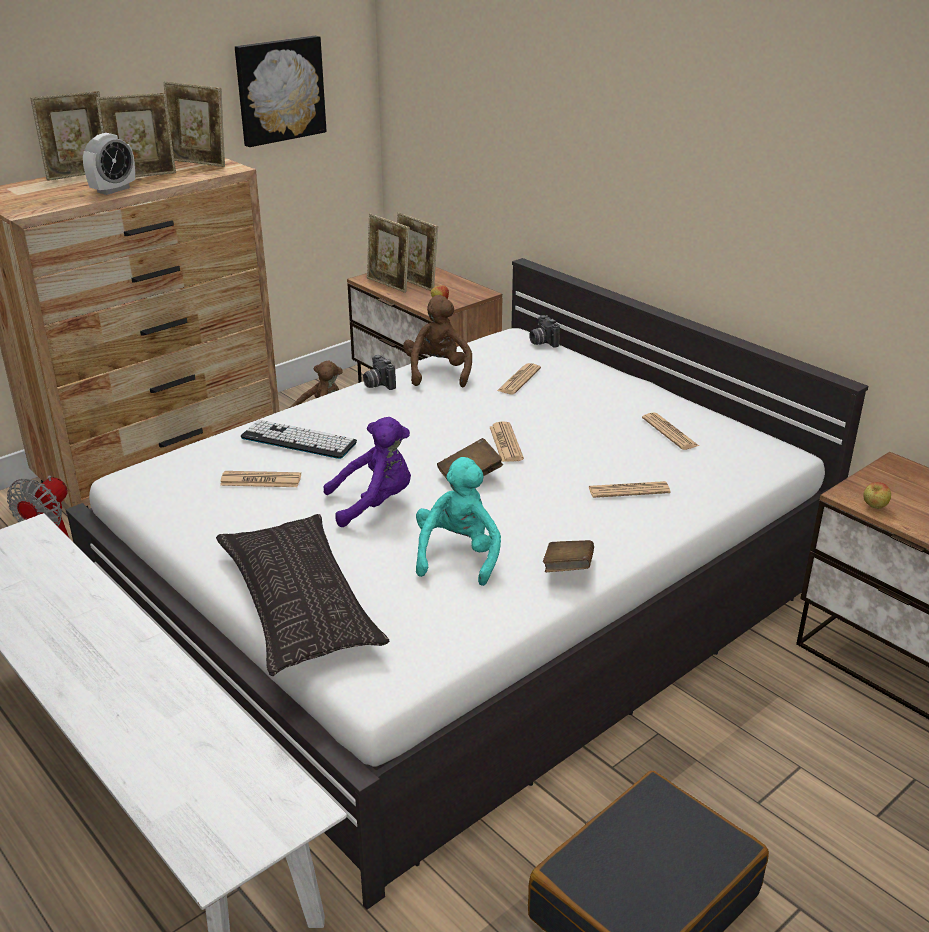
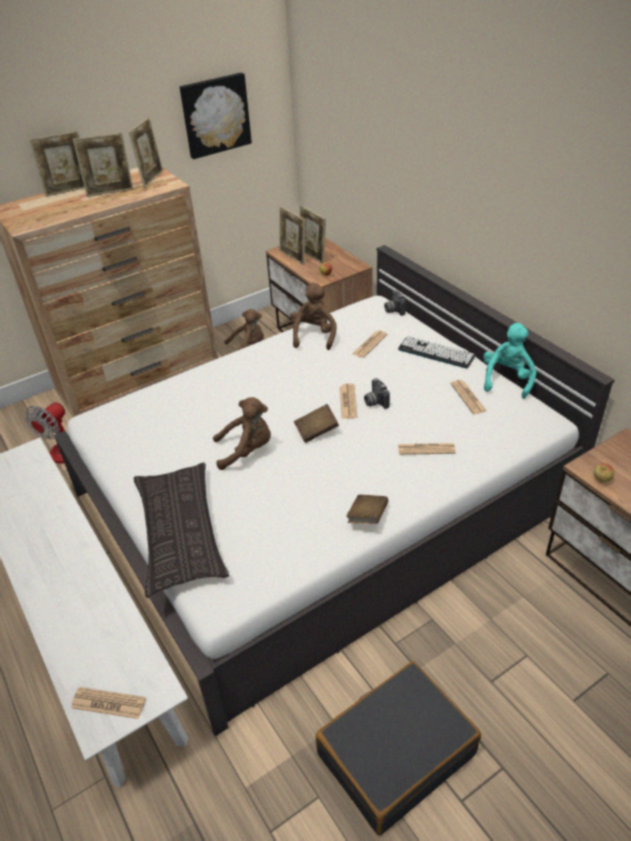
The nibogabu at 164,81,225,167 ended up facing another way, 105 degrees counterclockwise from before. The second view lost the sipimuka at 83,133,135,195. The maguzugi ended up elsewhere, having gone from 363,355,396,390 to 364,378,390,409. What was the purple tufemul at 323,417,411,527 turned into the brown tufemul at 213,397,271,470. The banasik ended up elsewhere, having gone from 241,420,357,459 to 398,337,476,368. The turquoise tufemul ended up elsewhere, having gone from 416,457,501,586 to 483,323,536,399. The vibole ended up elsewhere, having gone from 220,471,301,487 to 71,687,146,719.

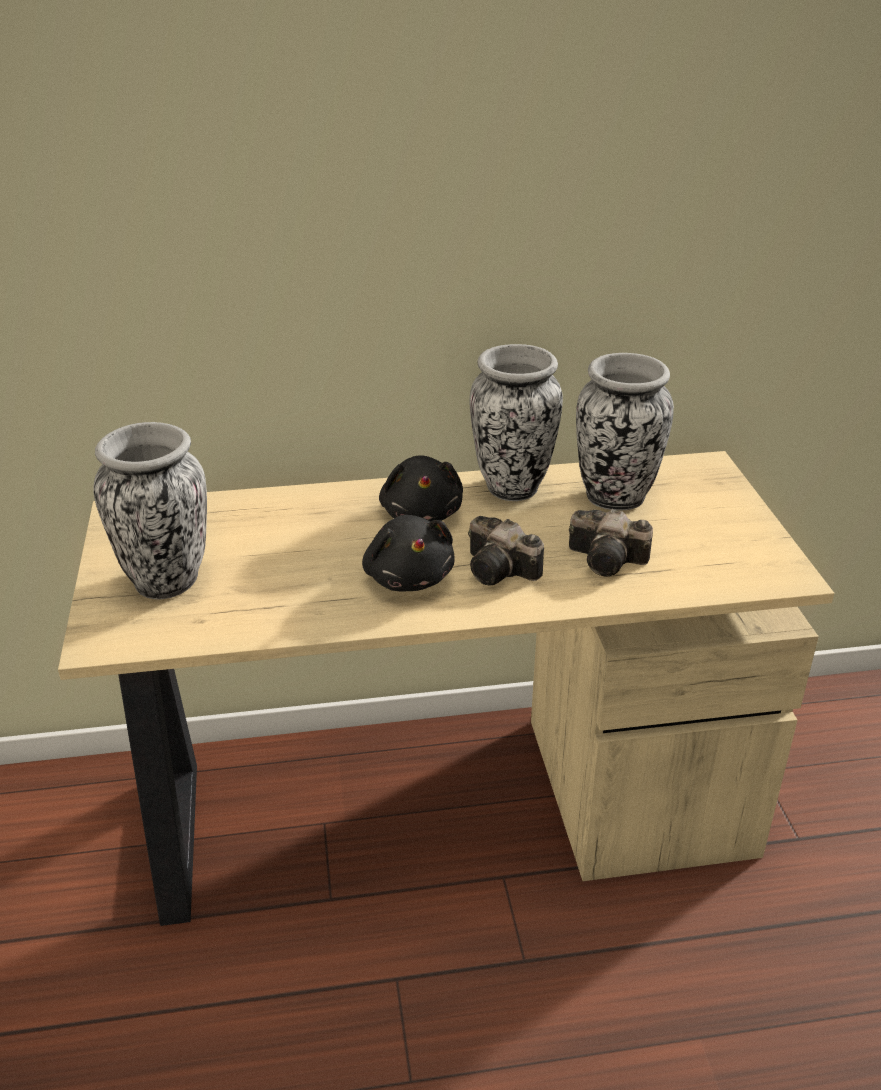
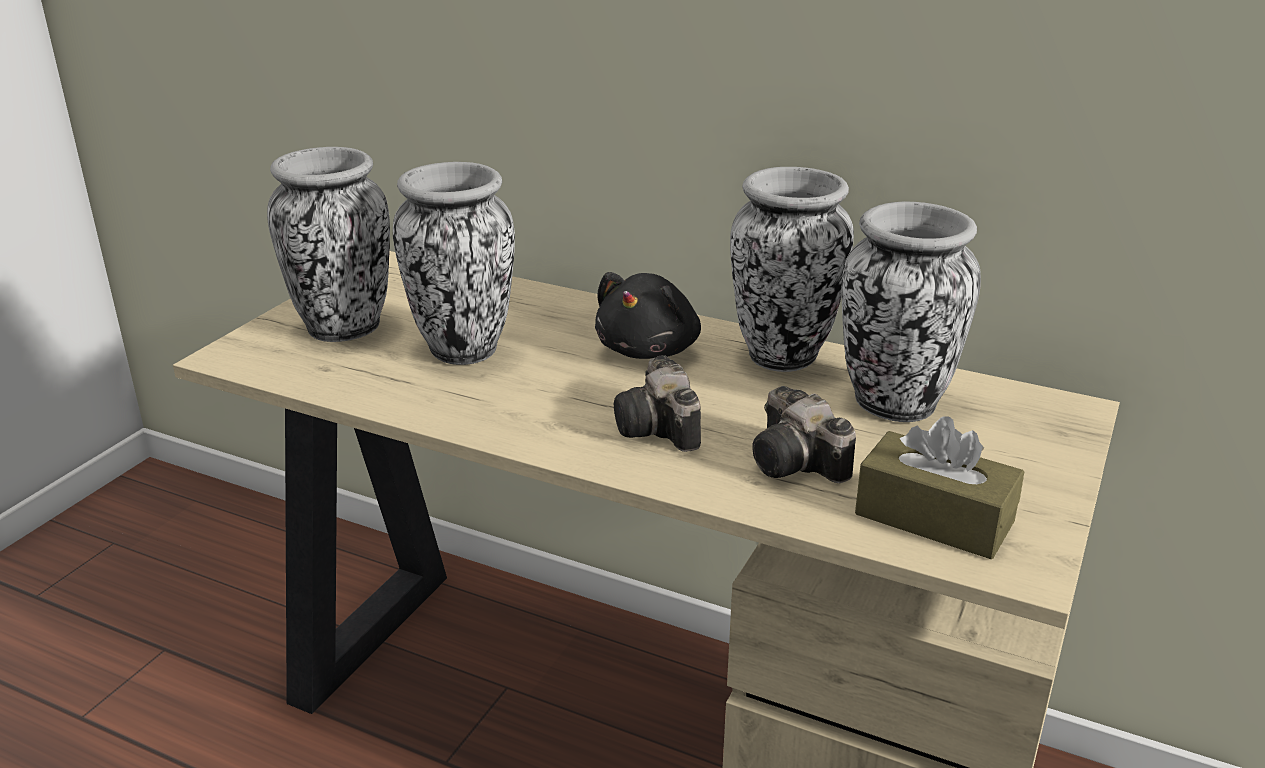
The second view lost the black tufemul at 362,515,455,591. The second view gained the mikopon at 393,162,515,365. The second view gained the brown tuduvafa at 855,416,1024,559.

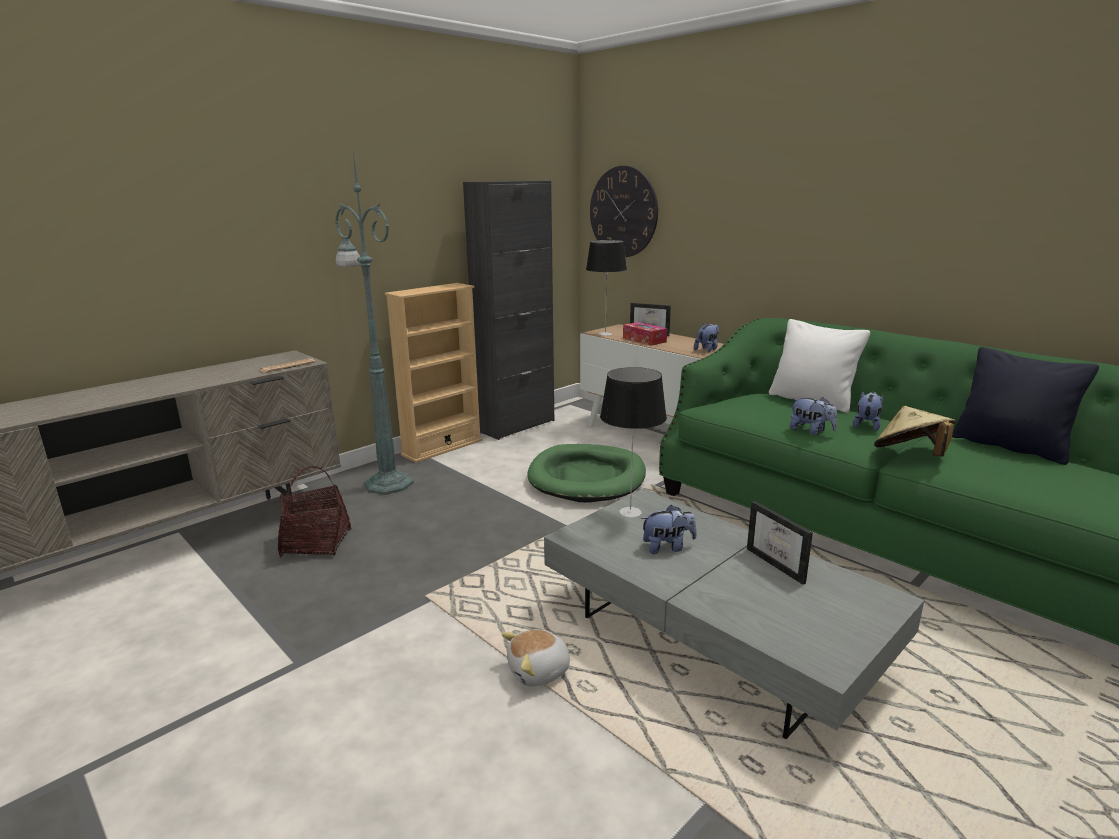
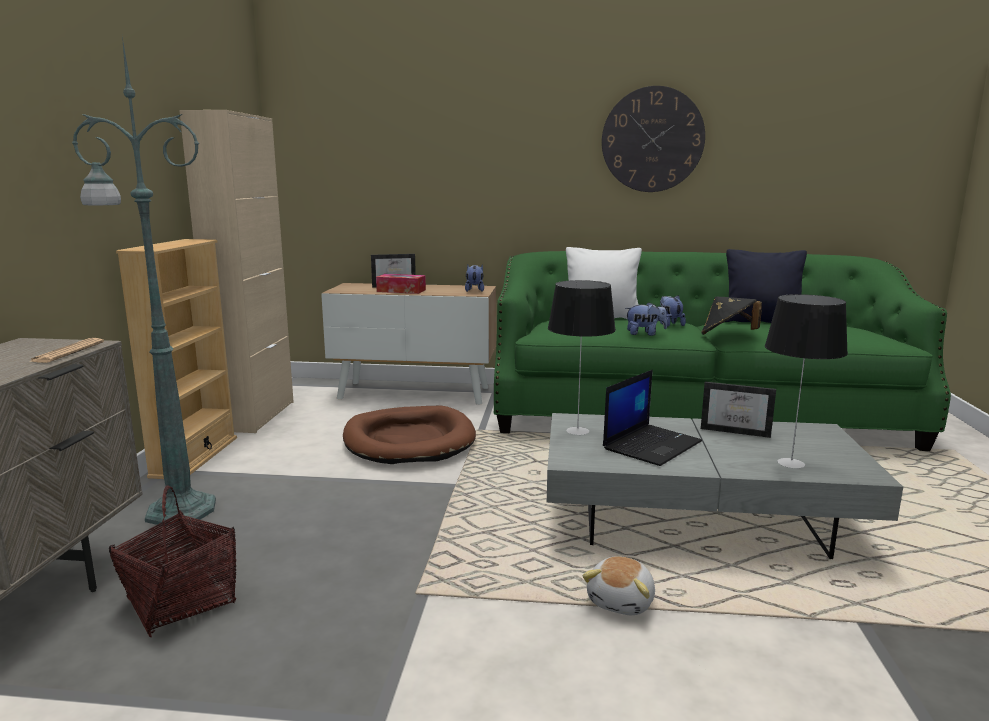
The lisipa ended up elsewhere, having gone from 590,166,658,257 to 602,86,705,192. What was the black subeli at 463,181,554,440 turned into the beige subeli at 179,110,294,433. The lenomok ended up elsewhere, having gone from 586,240,627,336 to 765,294,848,468. What was the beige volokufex at 874,406,956,456 turned into the black volokufex at 701,297,762,335. What was the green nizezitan at 527,444,646,503 turned into the brown nizezitan at 343,406,476,464. Where the tufemul stood at 641,505,697,554, the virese came to stand at 603,370,702,466.

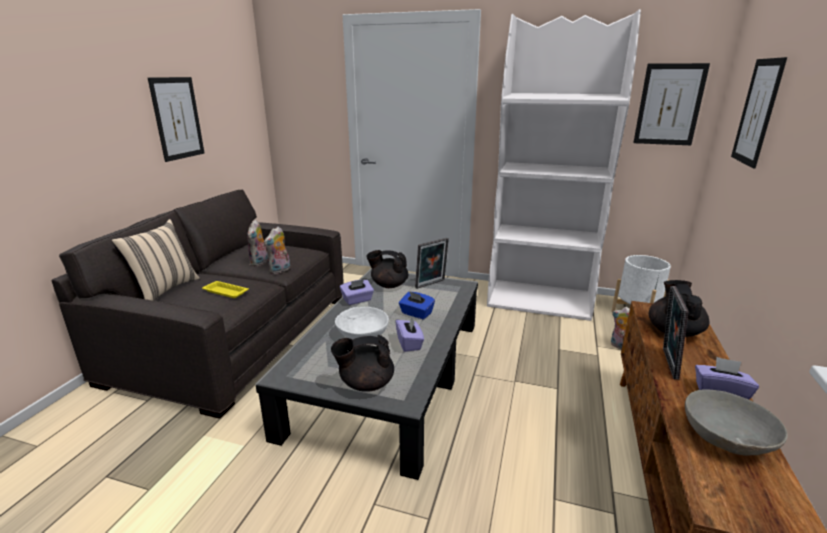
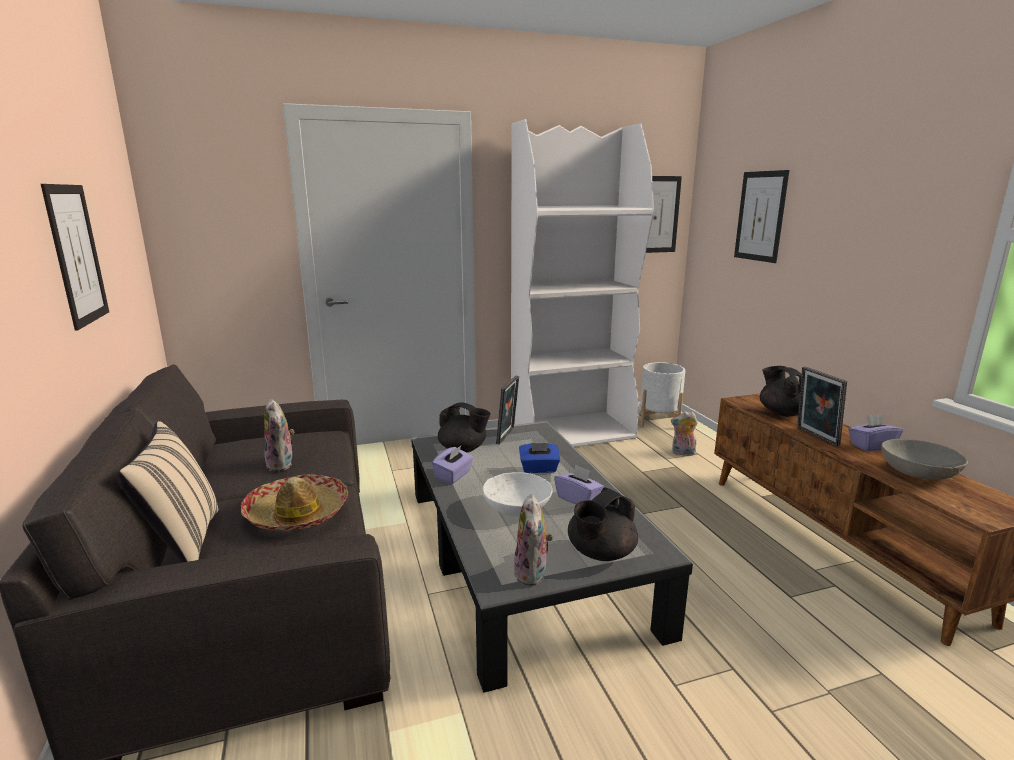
The tufemul ended up elsewhere, having gone from 264,227,290,274 to 513,494,553,586. The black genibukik at 366,250,408,288 ended up facing another way, 135 degrees counterclockwise from before. Where the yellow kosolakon stood at 202,281,249,298, the volokufex came to stand at 241,474,348,531.

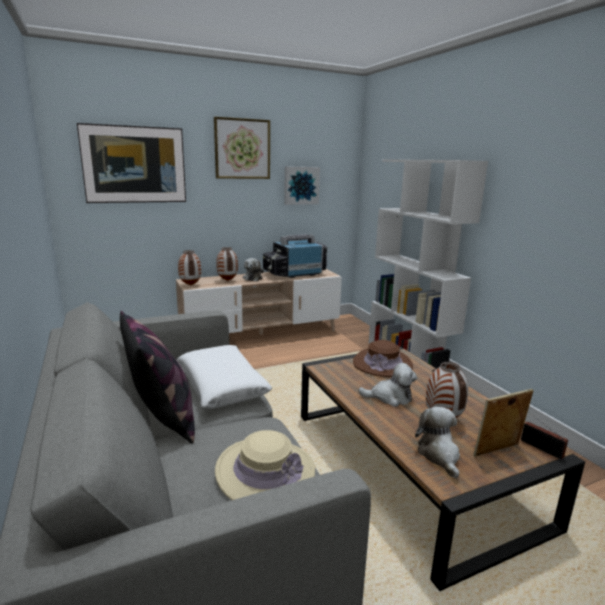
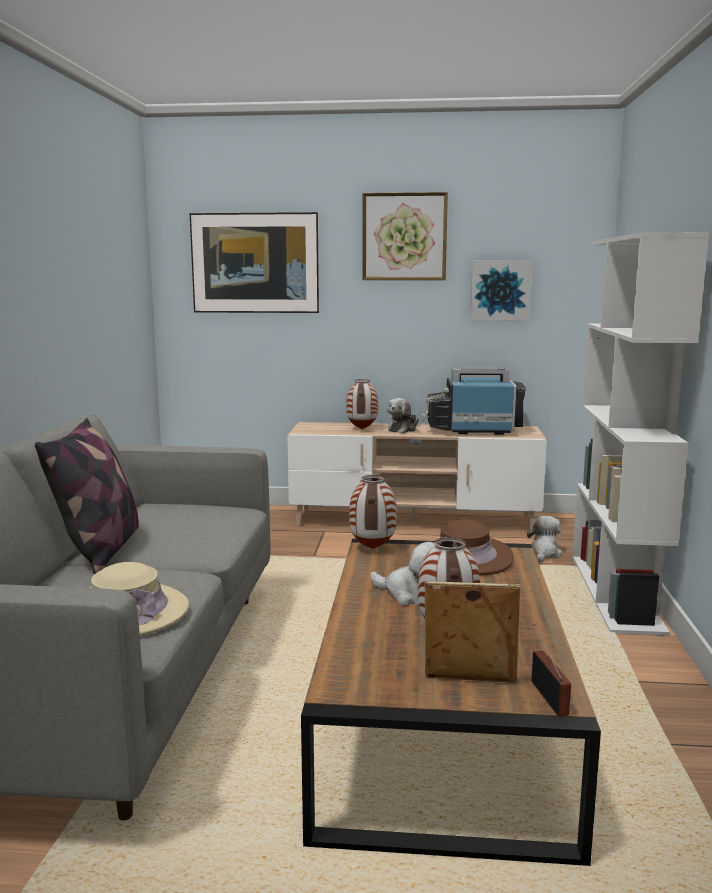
The mikopon ended up elsewhere, having gone from 178,250,201,286 to 349,475,397,549. The second view lost the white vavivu at 177,345,272,408. The tufemul ended up elsewhere, having gone from 415,407,460,479 to 527,516,562,563.

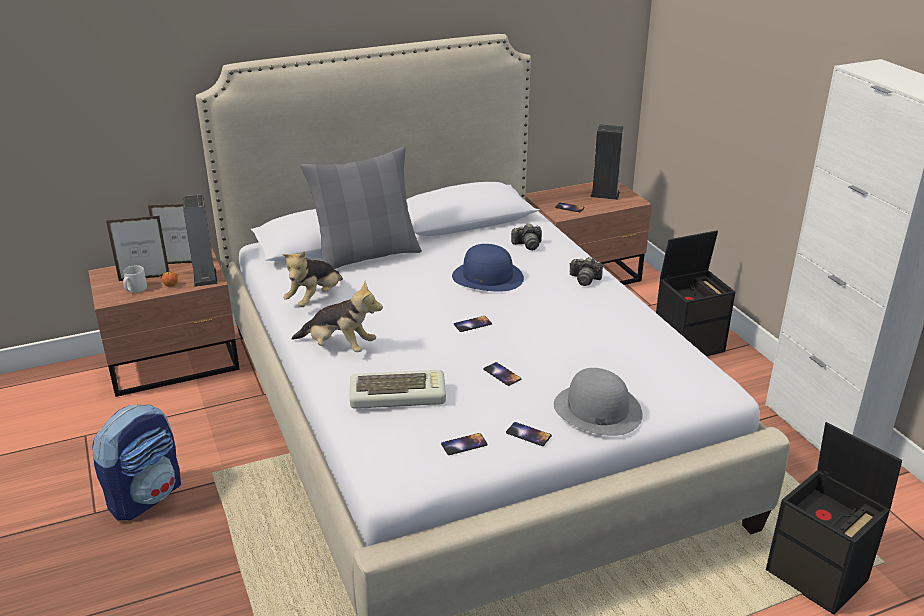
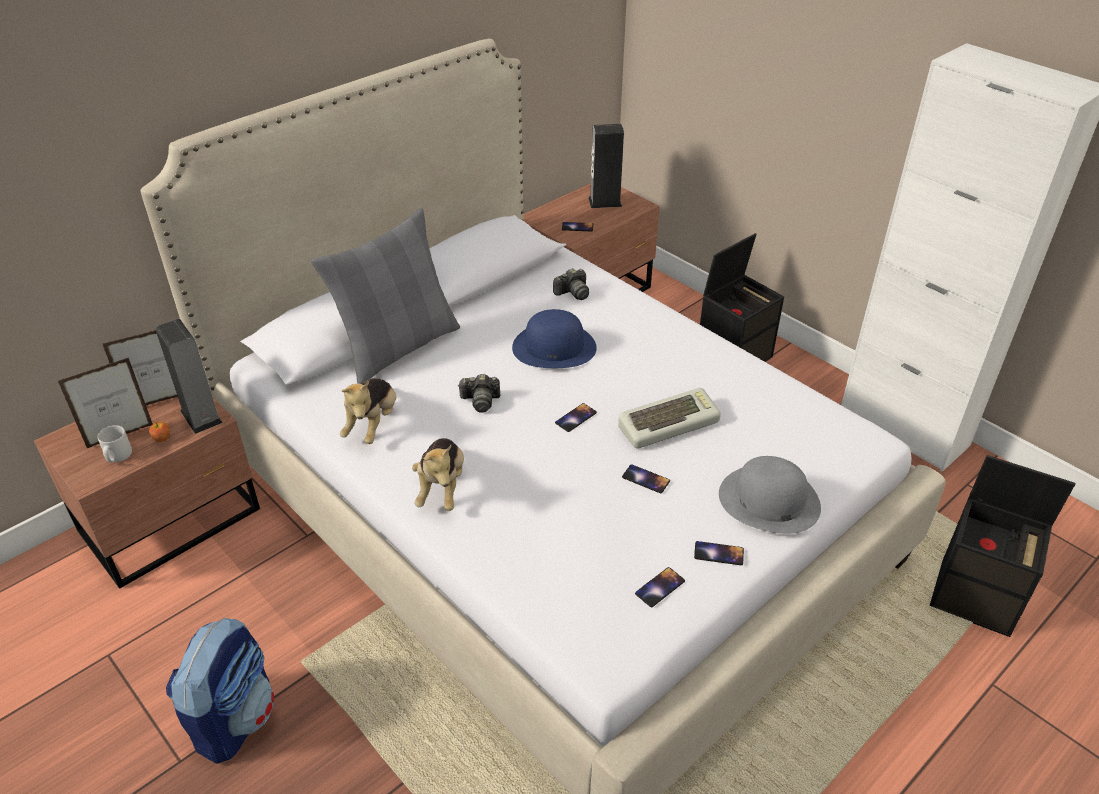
The maguzugi ended up elsewhere, having gone from 569,257,603,286 to 458,374,500,413. The tufemul at 291,281,383,352 ended up facing another way, 90 degrees clockwise from before. The banasik ended up elsewhere, having gone from 350,370,446,409 to 618,388,721,449.

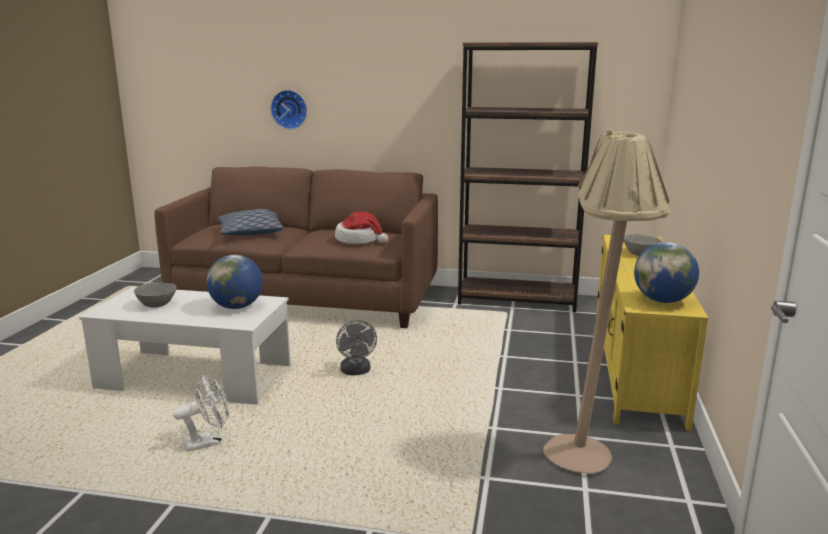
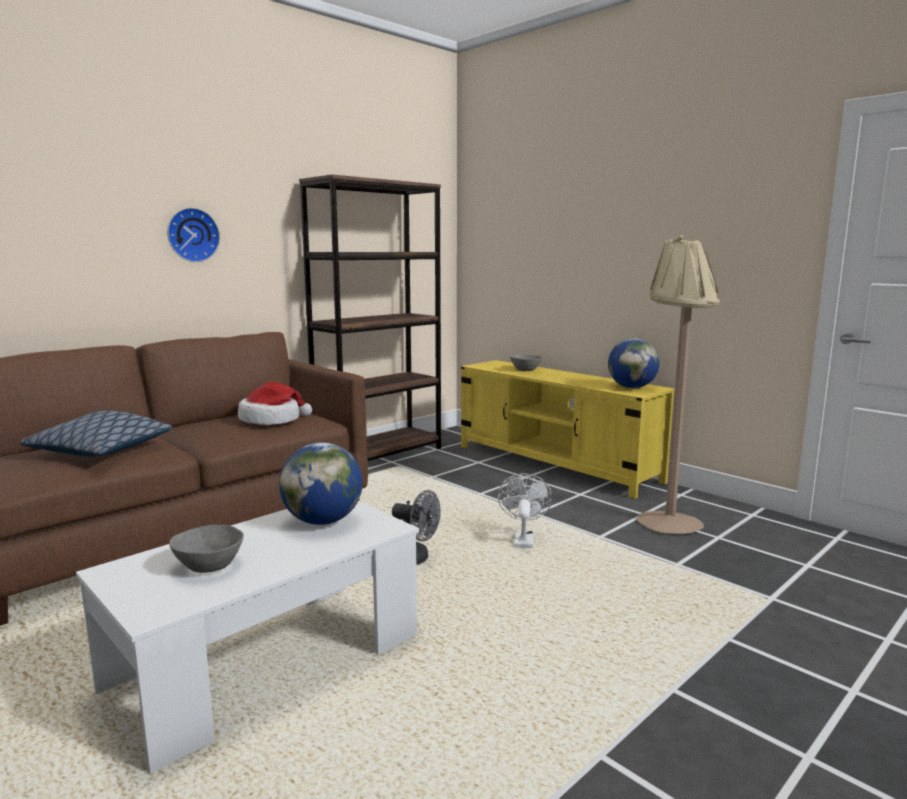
The lisipa ended up elsewhere, having gone from 270,90,307,130 to 167,208,220,262. The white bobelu ended up elsewhere, having gone from 173,375,228,452 to 498,473,552,548.

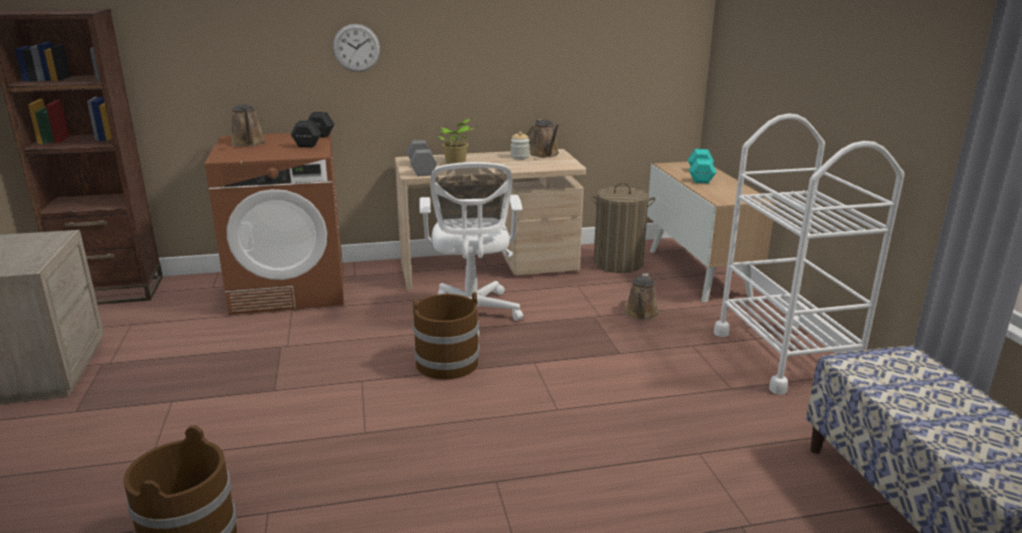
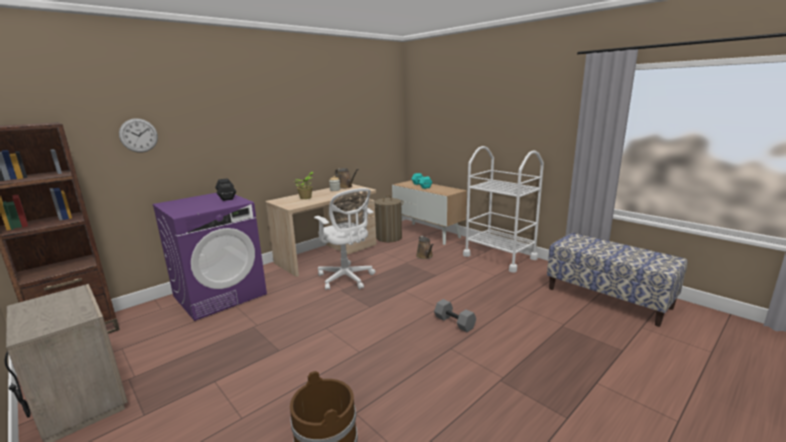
The lisipa ended up elsewhere, having gone from 333,24,380,72 to 119,118,158,153. The second view lost the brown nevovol at 231,104,266,147. What was the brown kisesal at 205,132,344,315 turned into the purple kisesal at 152,193,267,321. The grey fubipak ended up elsewhere, having gone from 407,140,437,176 to 434,299,476,332. The second view lost the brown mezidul at 413,292,479,380.

